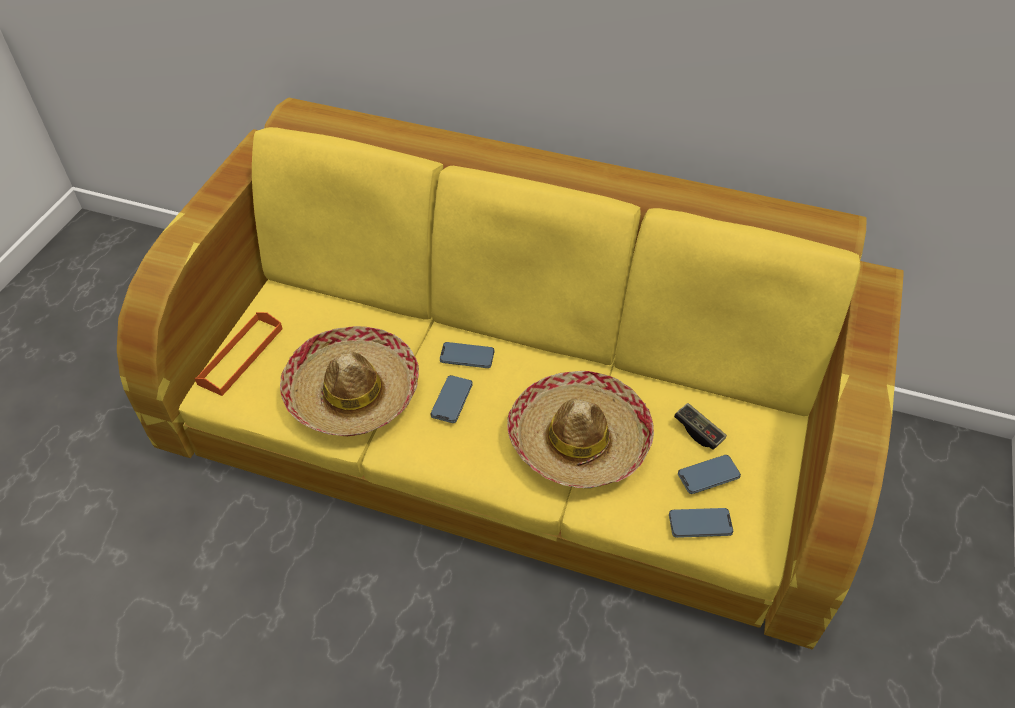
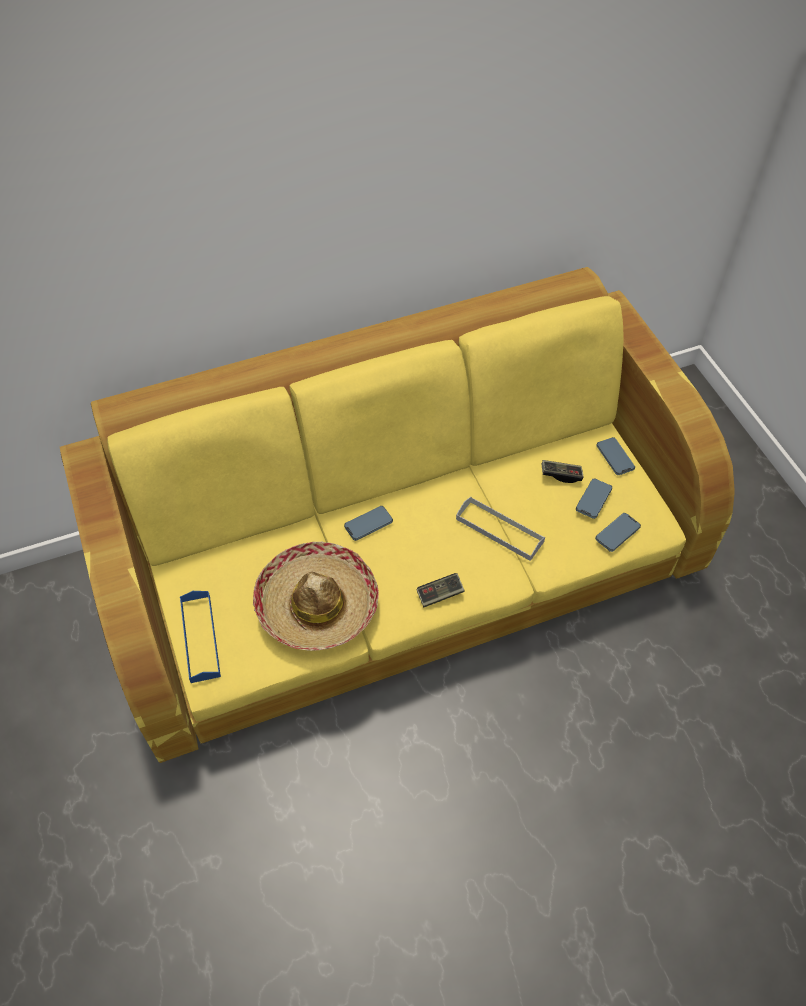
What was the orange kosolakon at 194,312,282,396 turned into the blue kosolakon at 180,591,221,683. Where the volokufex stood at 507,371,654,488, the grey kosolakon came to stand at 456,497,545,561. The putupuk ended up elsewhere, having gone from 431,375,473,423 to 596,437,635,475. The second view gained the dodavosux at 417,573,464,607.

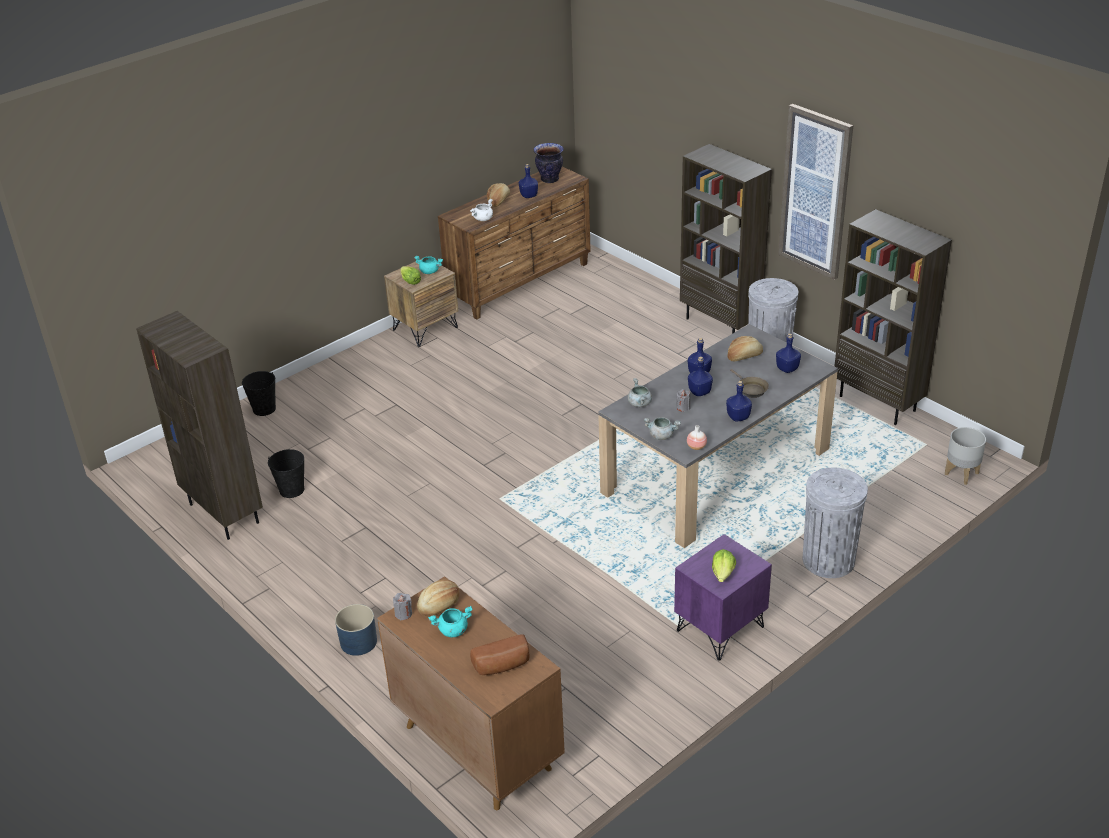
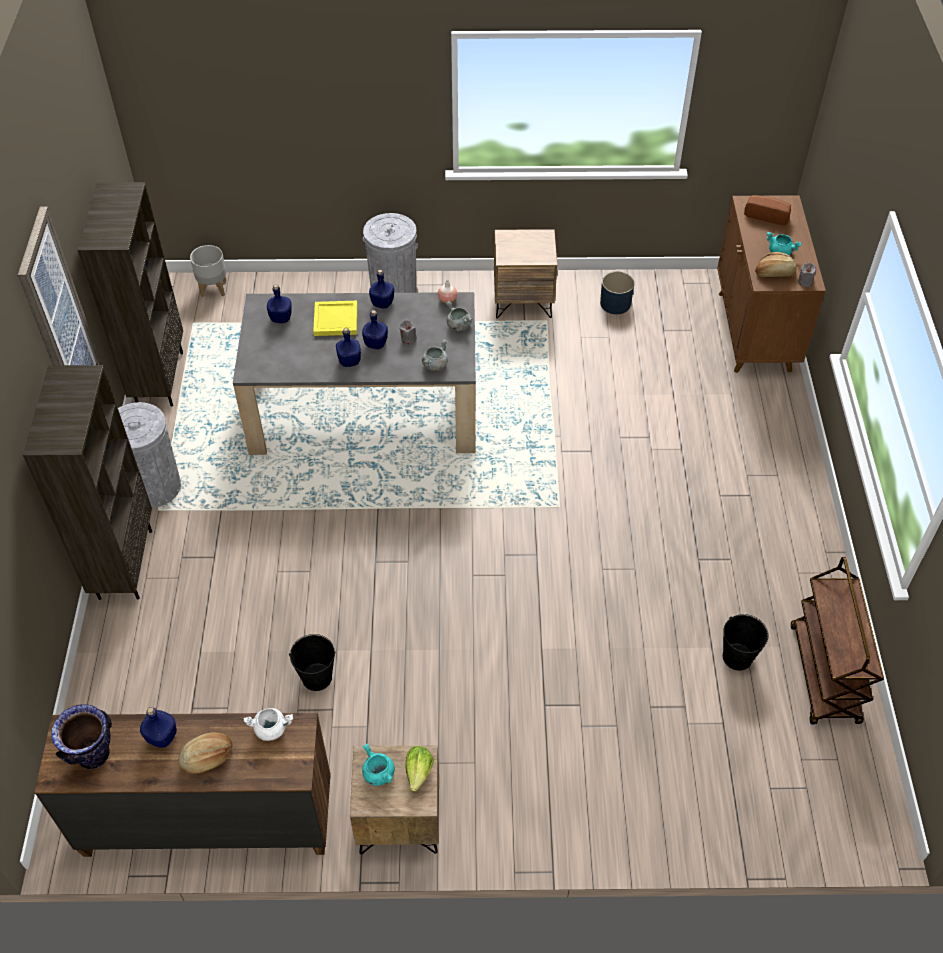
Where the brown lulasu stood at 136,311,263,540, the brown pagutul came to stand at 791,557,884,724. The second view lost the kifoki at 727,336,763,361. Where the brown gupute stood at 730,369,769,398, the yellow kosolakon came to stand at 313,301,357,336. The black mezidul ended up elsewhere, having gone from 242,371,276,416 to 289,634,335,691. What was the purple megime at 674,534,772,661 turned into the brown megime at 494,229,557,318. The second view lost the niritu at 712,549,736,582. The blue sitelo ended up elsewhere, having gone from 335,604,377,656 to 600,271,634,314.

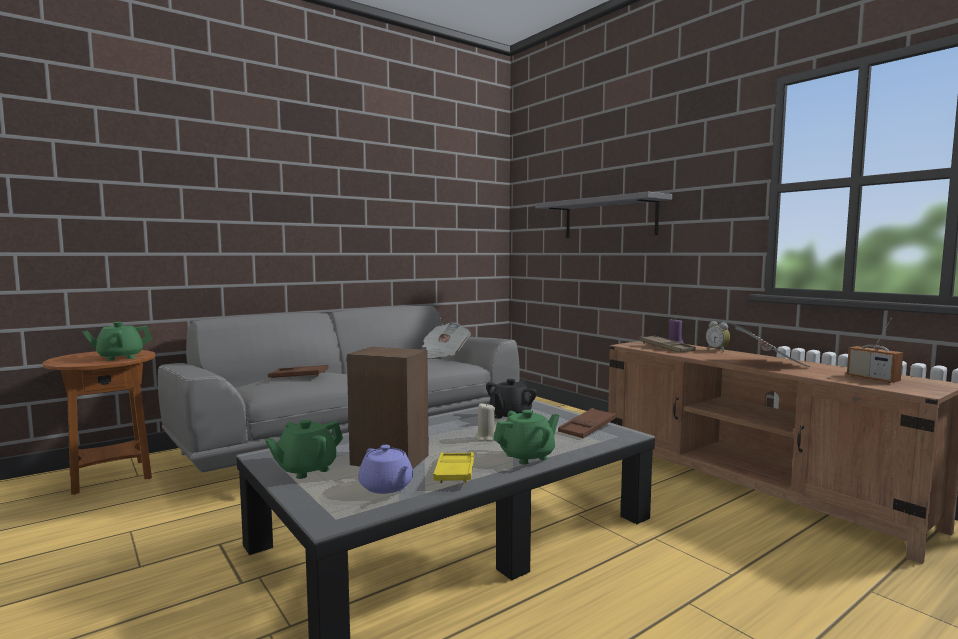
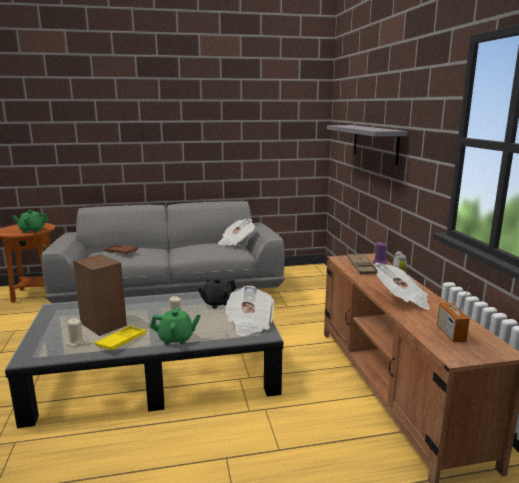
Where the brown kosolakon stood at 558,408,616,438, the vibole came to stand at 224,286,275,336. The second view lost the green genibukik at 265,420,343,479. Where the purple genibukik stood at 358,445,413,494, the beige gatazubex came to stand at 67,318,85,347.

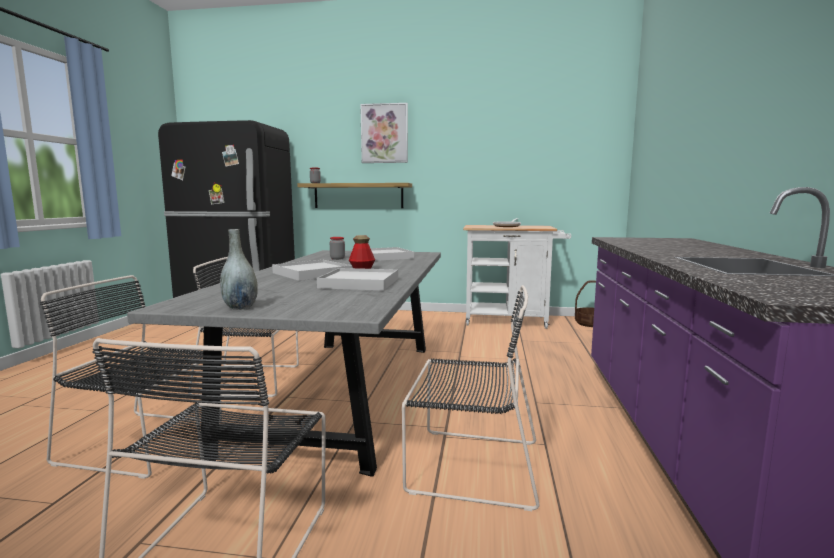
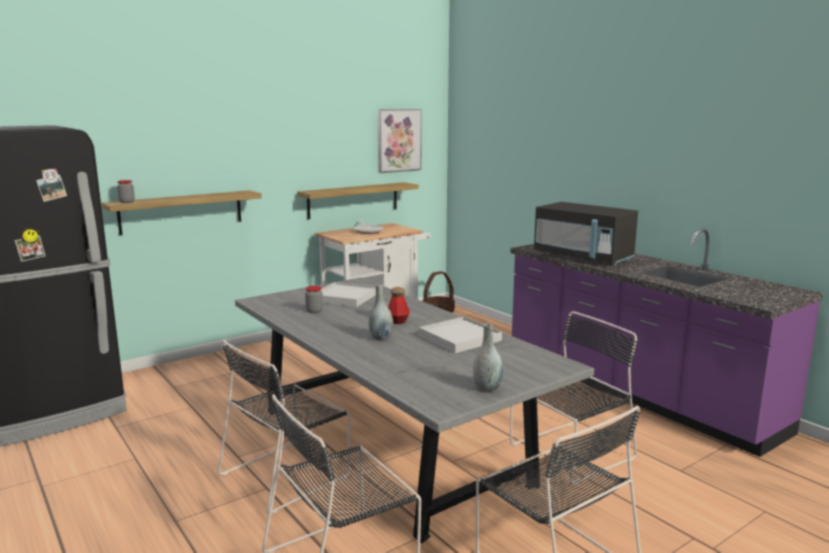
The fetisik ended up elsewhere, having gone from 360,103,408,163 to 377,109,422,173. Where the white kosolakon stood at 272,260,352,281, the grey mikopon came to stand at 369,284,393,341. The second view gained the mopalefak at 297,182,419,219. The second view gained the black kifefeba at 534,202,638,266.

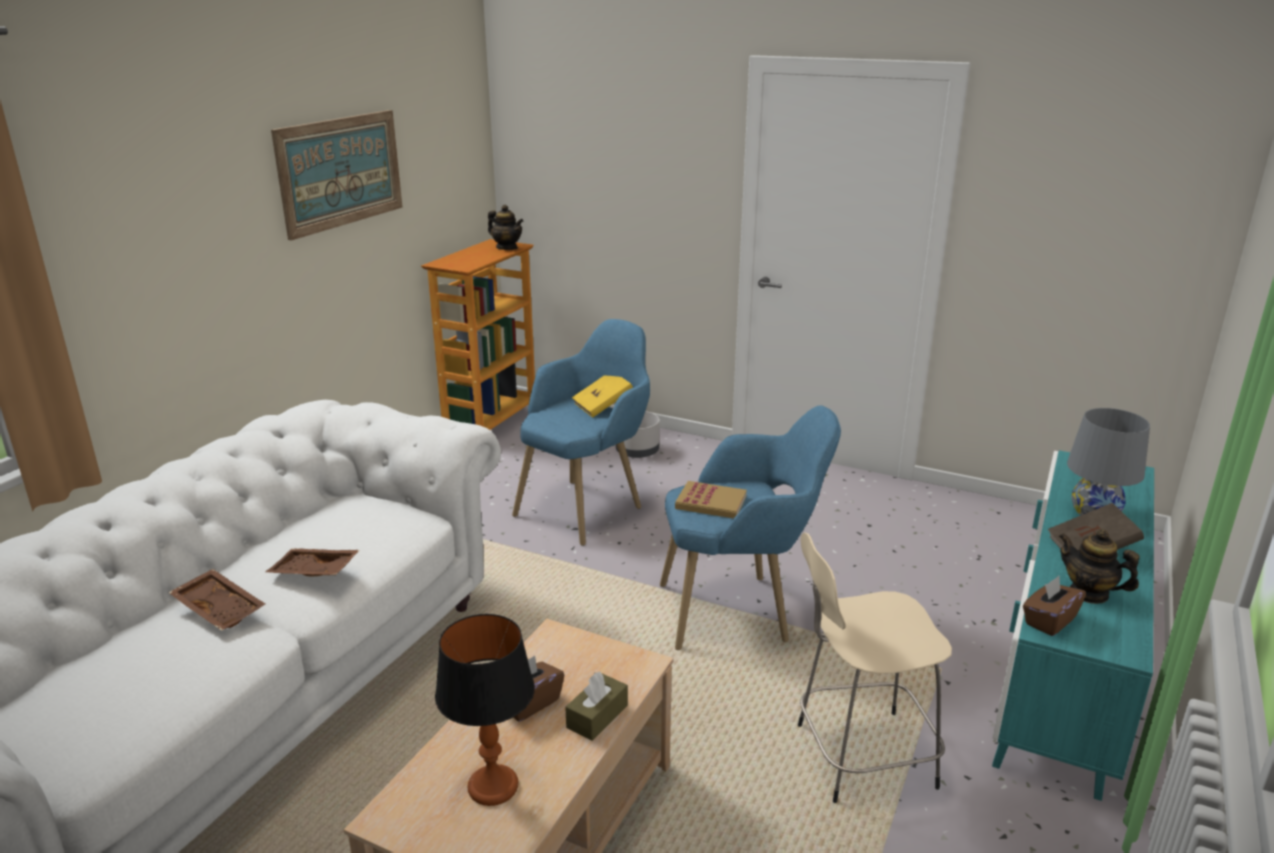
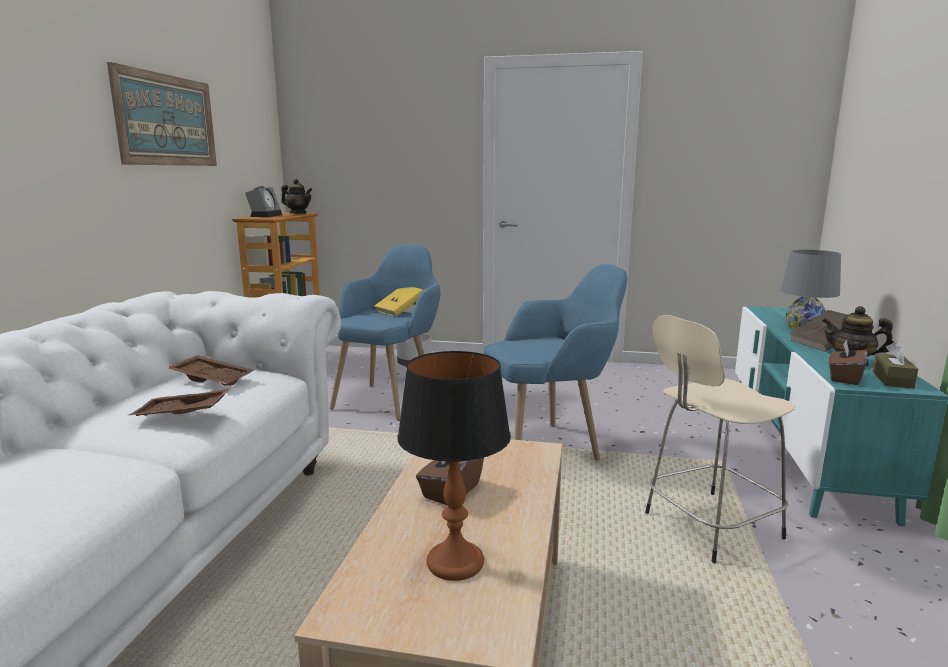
The second view lost the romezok at 675,481,747,518. The brown kosolakon ended up elsewhere, having gone from 168,569,265,631 to 166,355,254,386. The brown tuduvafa ended up elsewhere, having gone from 565,671,628,741 to 872,341,918,389. The second view gained the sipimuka at 245,186,282,217.

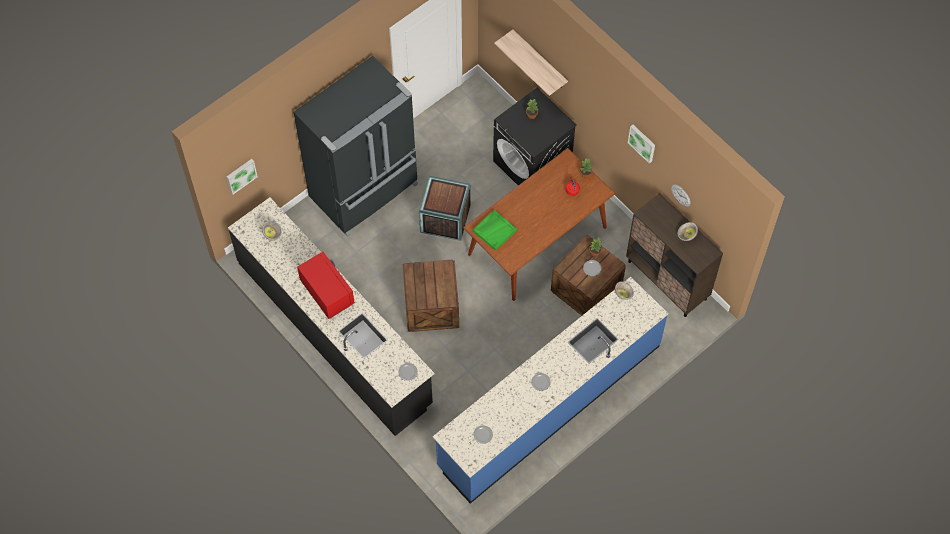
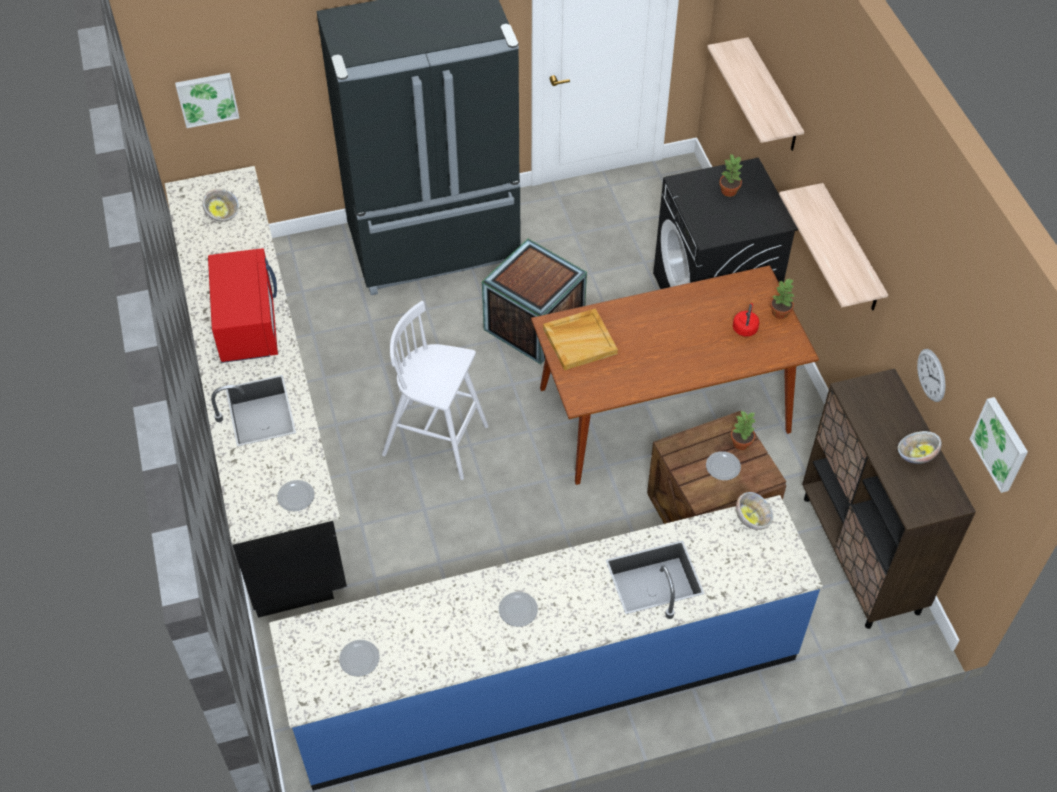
The fetisik ended up elsewhere, having gone from 628,125,655,163 to 970,397,1028,493. What was the green kosolakon at 473,210,517,251 turned into the beige kosolakon at 543,308,618,370. Where the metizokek stood at 402,259,459,332, the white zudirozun came to stand at 382,301,488,480. The second view gained the mopalefak at 779,183,888,310.

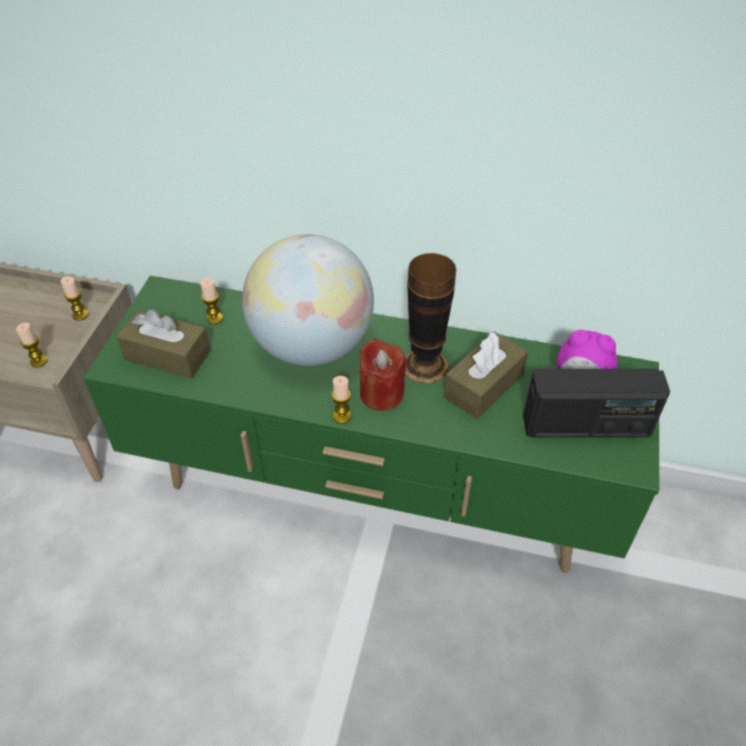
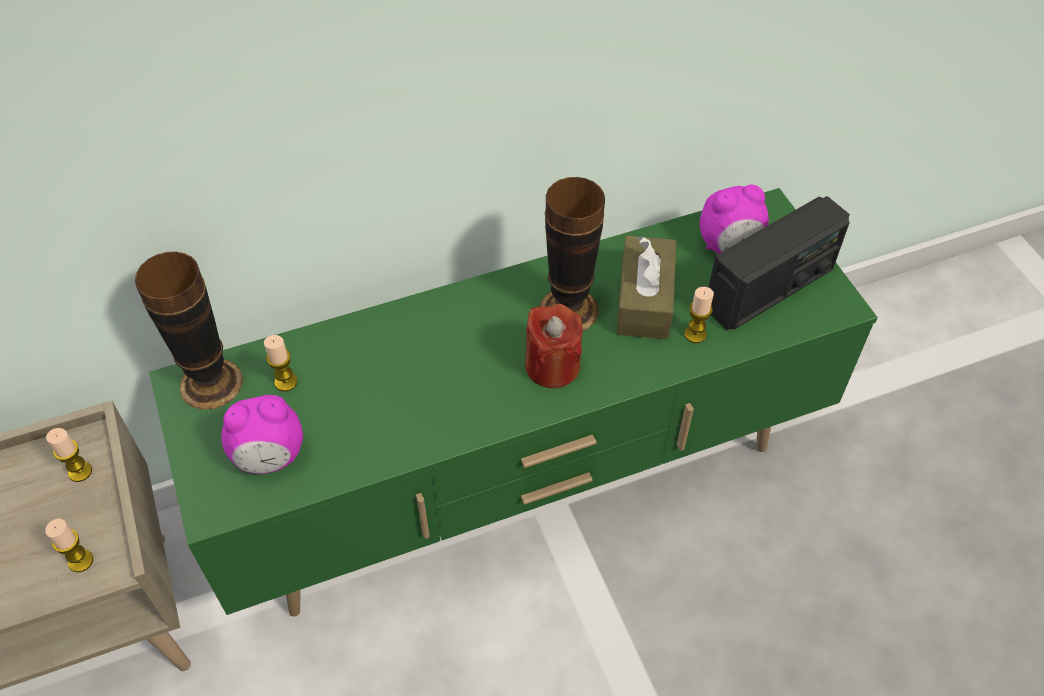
The second view lost the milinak at 242,234,374,366. Where the brown tuduvafa stood at 116,309,211,379, the sipimuka came to stand at 221,395,303,474. The gatazubex ended up elsewhere, having gone from 332,376,351,424 to 685,287,714,343. The second view gained the mikopon at 135,251,243,410.

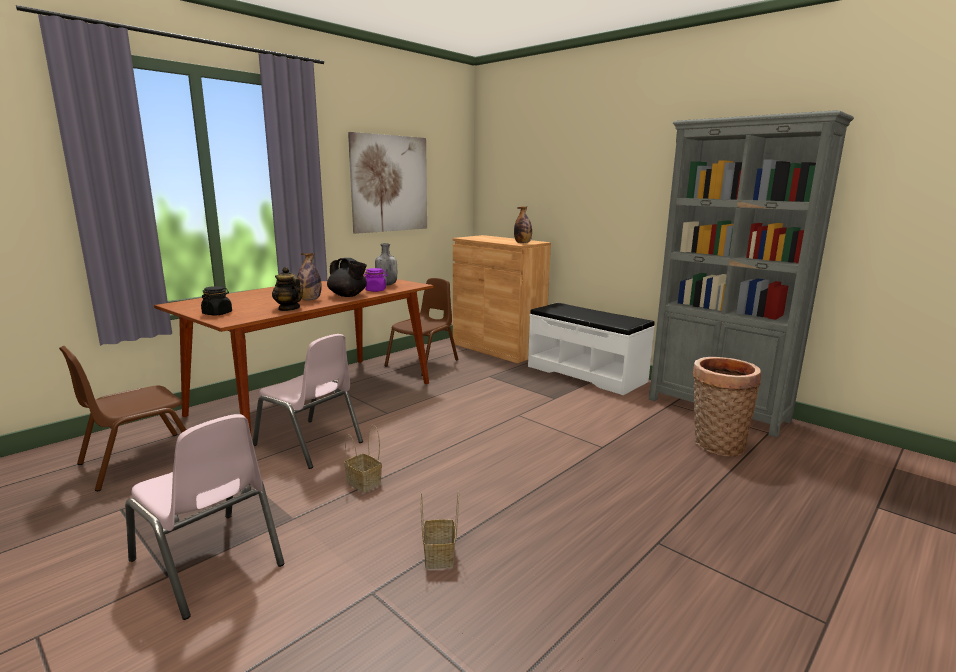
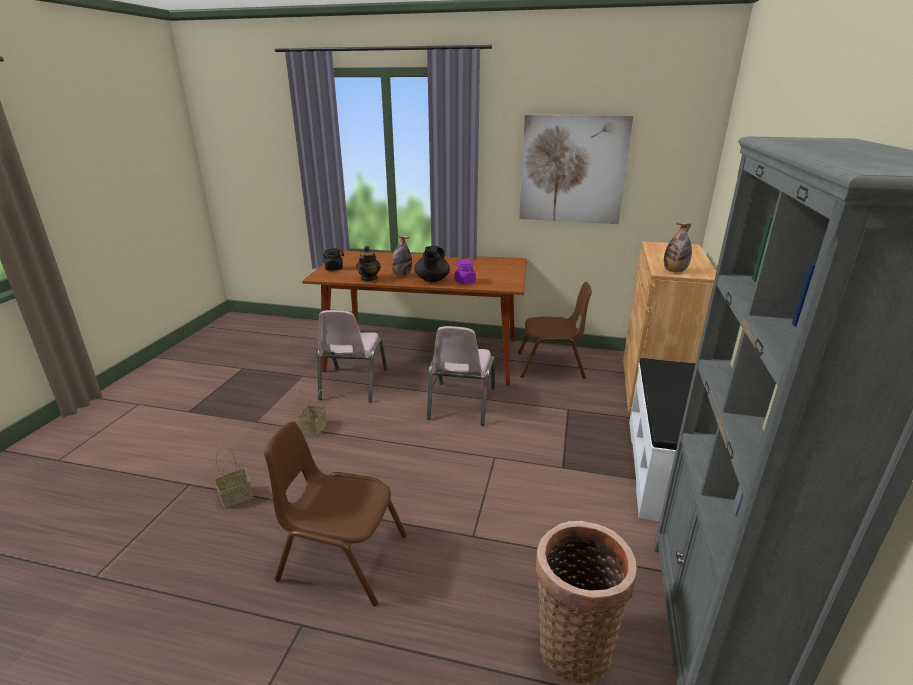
The second view lost the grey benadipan at 375,243,397,286. The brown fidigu ended up elsewhere, having gone from 59,346,186,491 to 264,421,407,606. The pink fidigu ended up elsewhere, having gone from 125,414,285,620 to 427,326,495,425.

